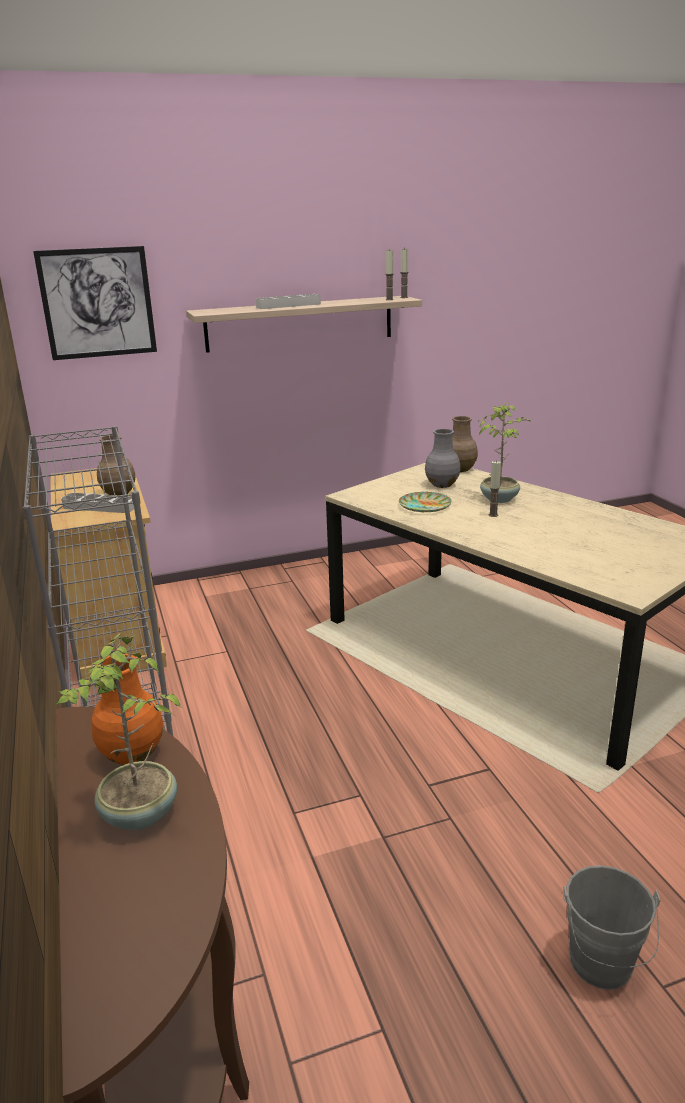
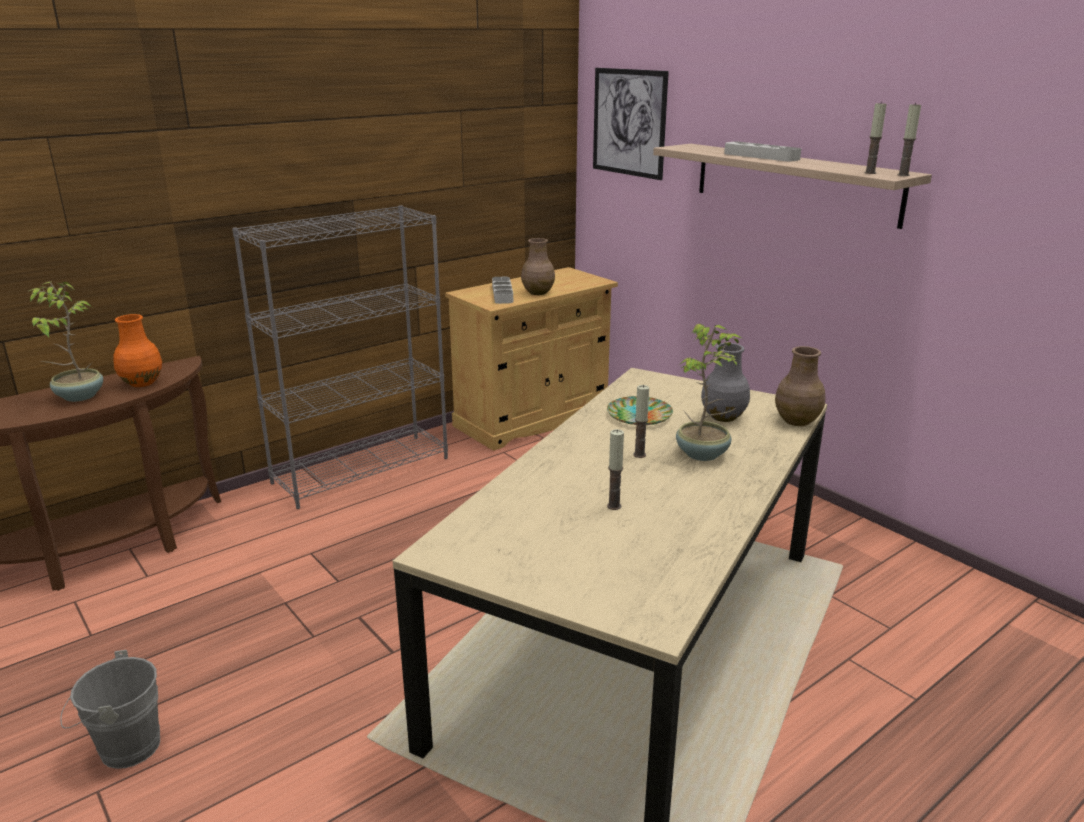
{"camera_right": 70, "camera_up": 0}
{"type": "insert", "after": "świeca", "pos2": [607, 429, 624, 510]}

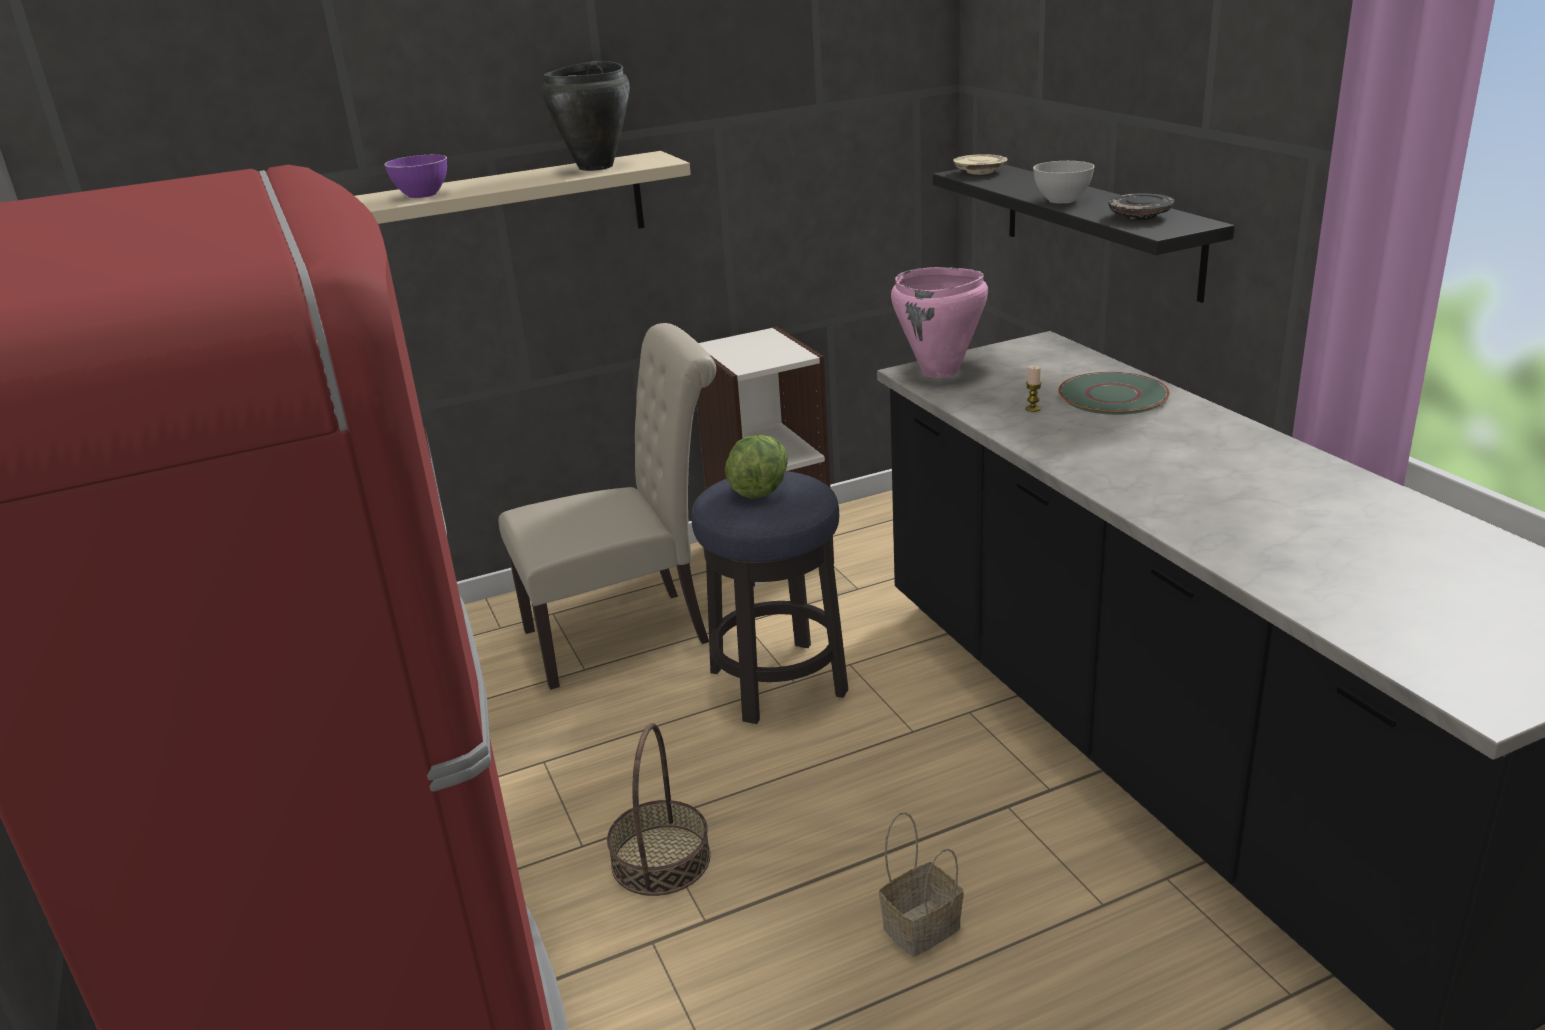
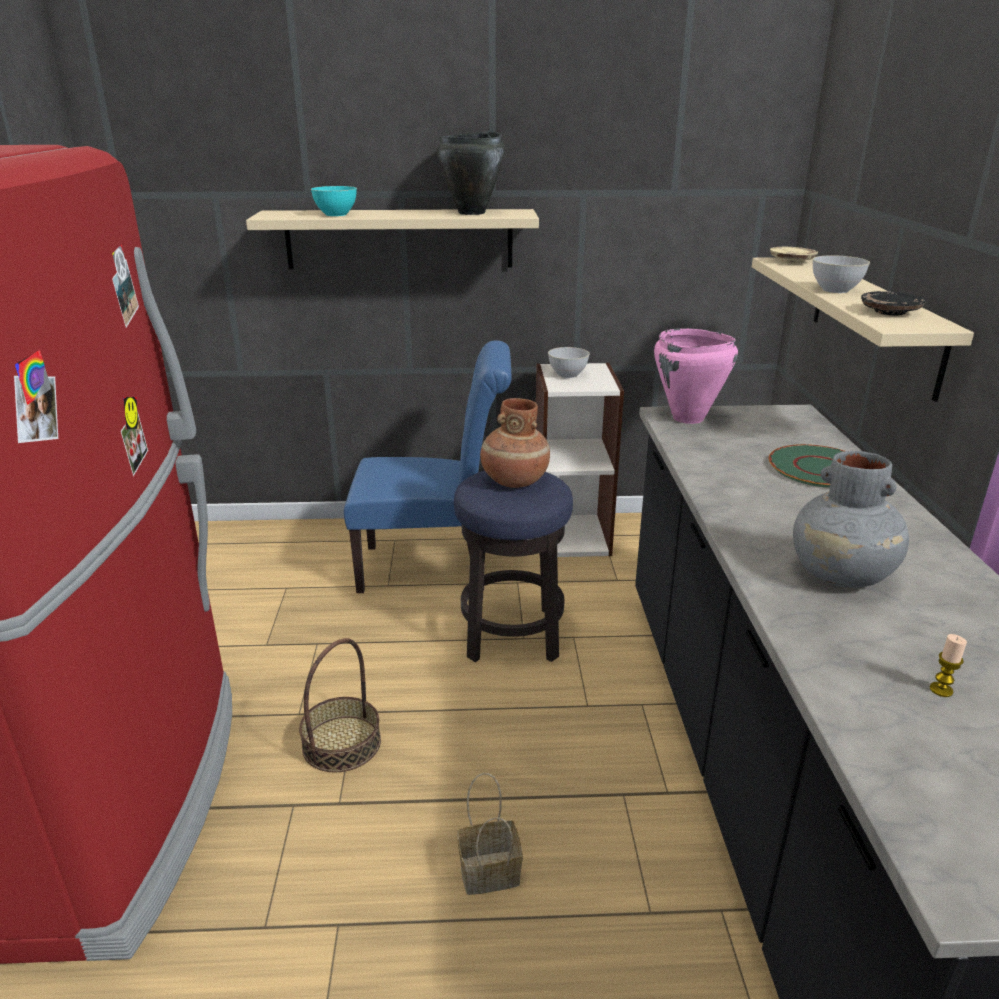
{"camera_right": 20, "camera_up": 0}
{"type": "recolor", "before": "miska/fioletowy", "after": "miska/turkusowy", "pos1": [384, 155, 447, 198], "pos2": [311, 186, 357, 216]}
{"type": "recolor", "before": "krzesło/beżowy", "after": "krzesło/niebieski", "pos1": [498, 323, 716, 690], "pos2": [344, 340, 512, 593]}
{"type": "replace", "before": "sałata", "after": "wazon/brązowy", "pos1": [725, 435, 788, 499], "pos2": [480, 398, 550, 488]}
{"type": "recolor", "before": "półka/czarny", "after": "półka/beżowy", "pos1": [933, 165, 1235, 303], "pos2": [752, 257, 974, 402]}
{"type": "move", "before": "świeca", "pos1": [1025, 366, 1042, 412], "pos2": [930, 634, 967, 697]}
{"type": "insert", "after": "miska/szary", "pos2": [548, 347, 590, 378]}
{"type": "insert", "after": "wazon/szary", "pos2": [793, 451, 909, 588]}

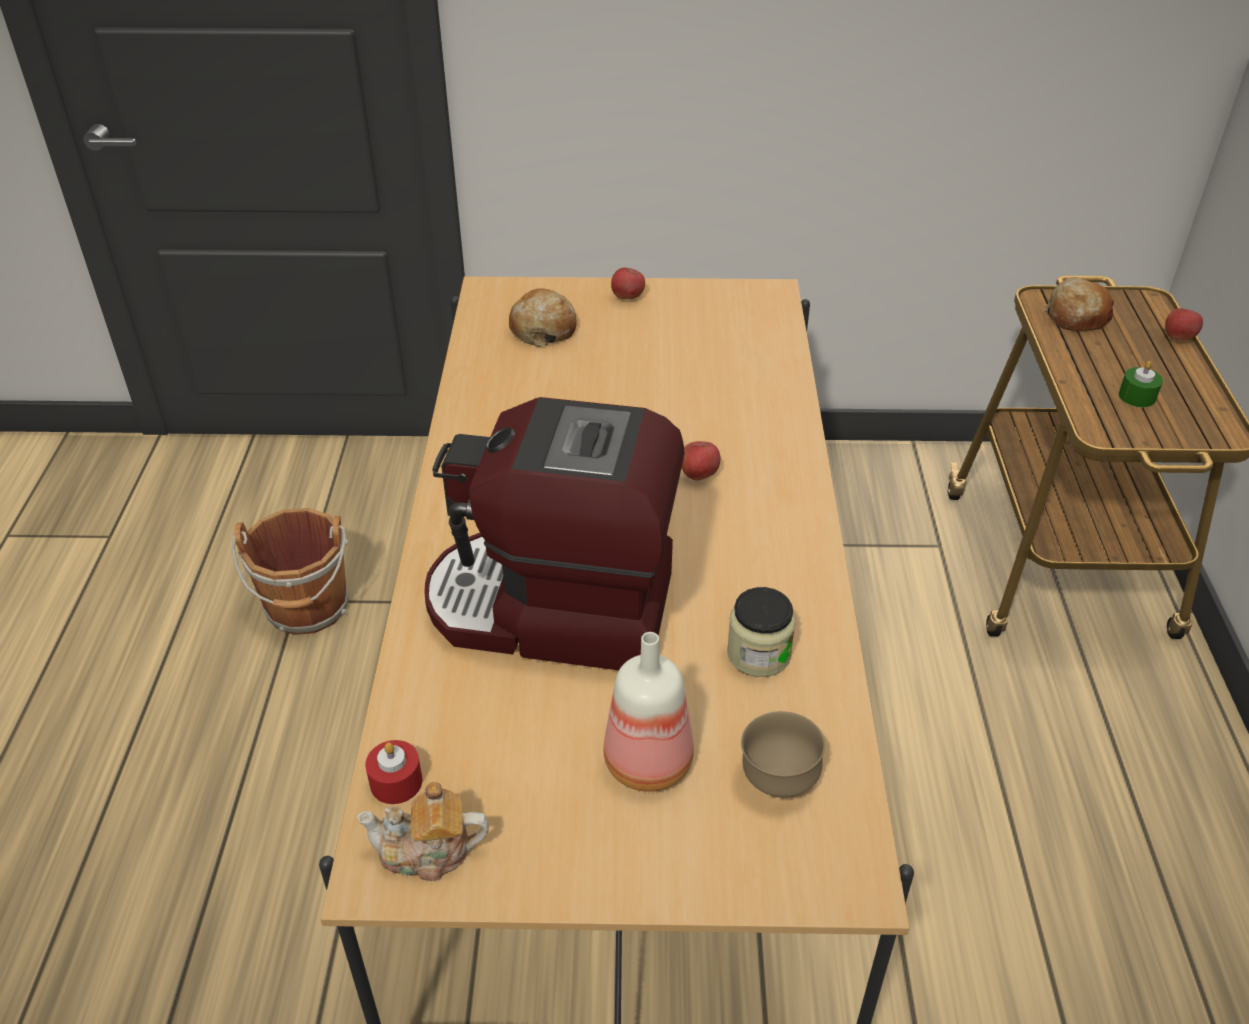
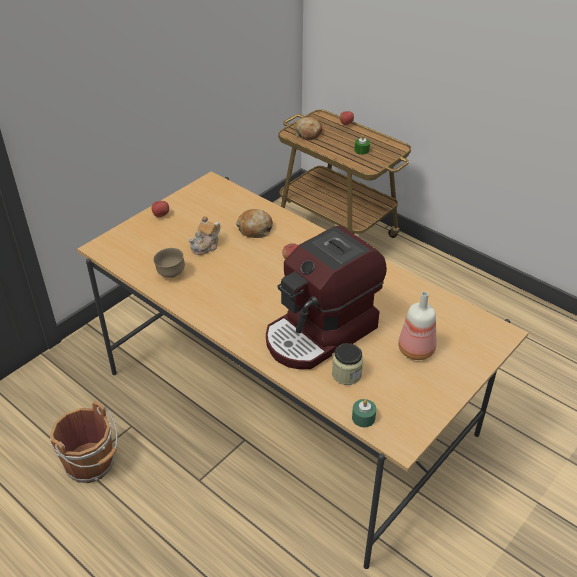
{"camera_right": -50, "camera_up": 0}
{"type": "move", "before": "imbryk", "pos1": [357, 782, 489, 881], "pos2": [188, 216, 221, 255]}
{"type": "recolor", "before": "świeca/czerwony", "after": "świeca/zielony", "pos1": [365, 740, 423, 804], "pos2": [352, 399, 377, 427]}
{"type": "move", "before": "chleb", "pos1": [509, 289, 576, 347], "pos2": [236, 209, 273, 238]}
{"type": "move", "before": "słoik", "pos1": [727, 587, 796, 677], "pos2": [332, 343, 363, 385]}
{"type": "move", "before": "miska/brązowy", "pos1": [741, 711, 825, 798], "pos2": [153, 248, 185, 278]}

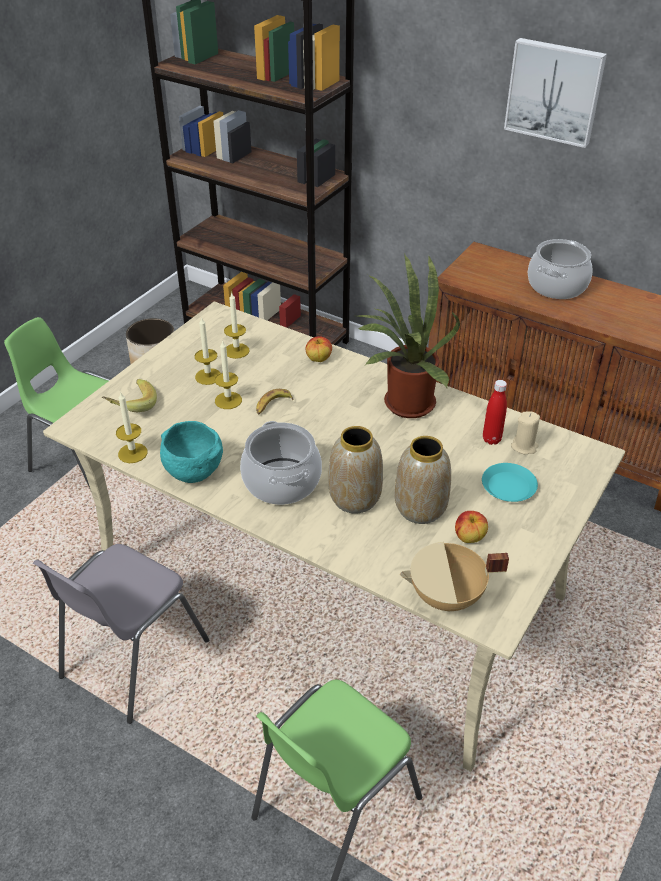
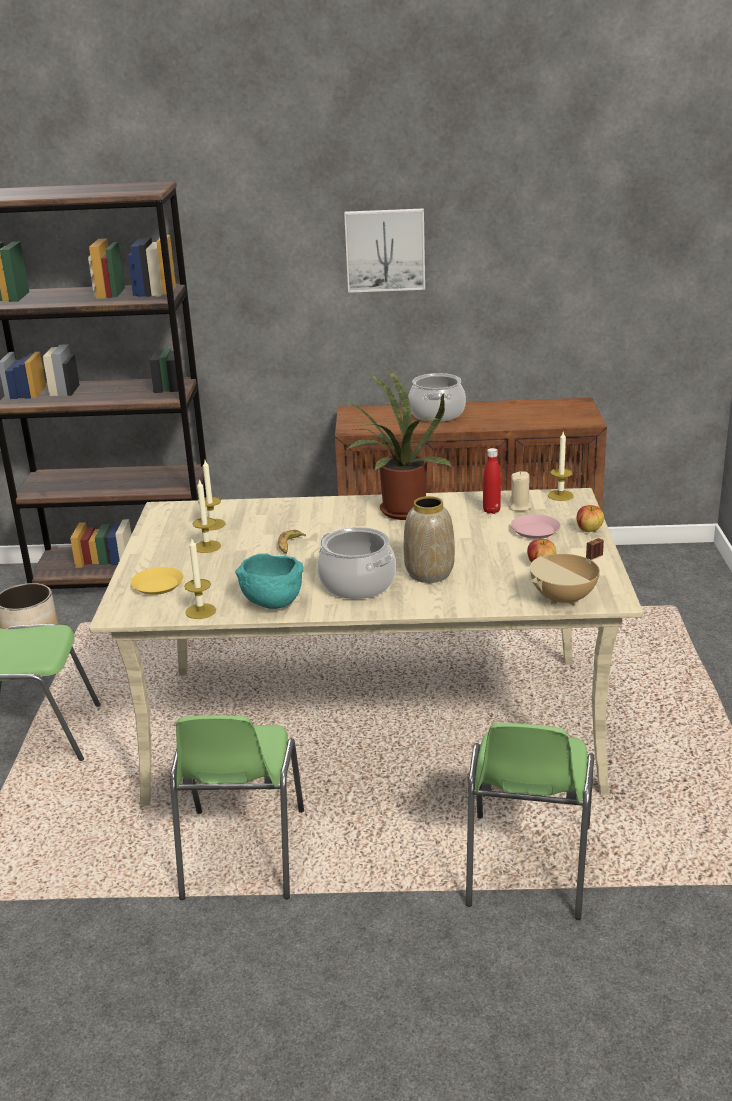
{"camera_right": -30, "camera_up": -15}
{"type": "recolor", "before": "krzesło/szary", "after": "krzesło/zielony", "pos1": [33, 544, 209, 724], "pos2": [170, 715, 304, 900]}
{"type": "replace", "before": "banan", "after": "talerz/żółty", "pos1": [102, 379, 157, 412], "pos2": [130, 567, 184, 595]}
{"type": "move", "before": "świeca", "pos1": [215, 340, 242, 409], "pos2": [548, 432, 574, 501]}
{"type": "move", "before": "jabłko", "pos1": [306, 336, 332, 362], "pos2": [577, 505, 604, 532]}
{"type": "delete", "before": "wazon", "pos1": [395, 436, 451, 524]}
{"type": "recolor", "before": "talerz/turkusowy", "after": "talerz/różowy", "pos1": [482, 463, 538, 502], "pos2": [511, 514, 561, 539]}

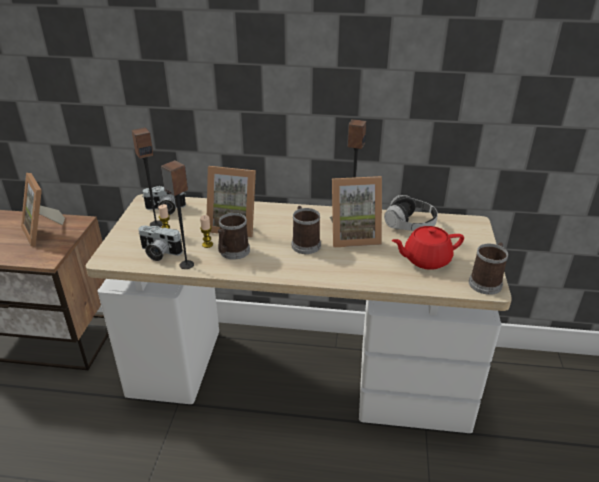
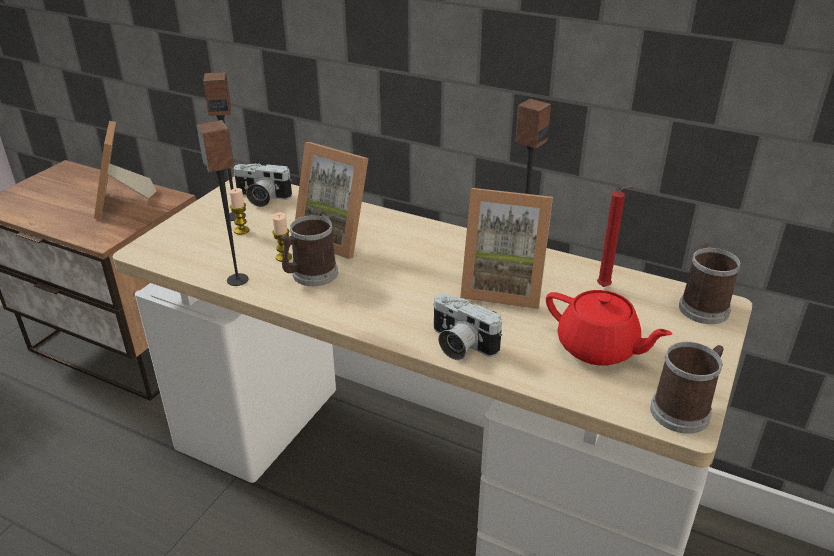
{"camera_right": 20, "camera_up": 0}
{"type": "move", "before": "aparat fotograficzny", "pos1": [139, 225, 183, 261], "pos2": [433, 293, 502, 360]}
{"type": "move", "before": "kubek", "pos1": [292, 206, 321, 254], "pos2": [679, 243, 741, 324]}
{"type": "replace", "before": "słuchawki", "after": "świeca/czerwony", "pos1": [384, 195, 438, 231], "pos2": [597, 186, 633, 287]}
{"type": "rotate", "before": "imbryk/czerwony", "pos1": [392, 226, 464, 270], "pos2": [546, 290, 672, 366], "turn": -150}

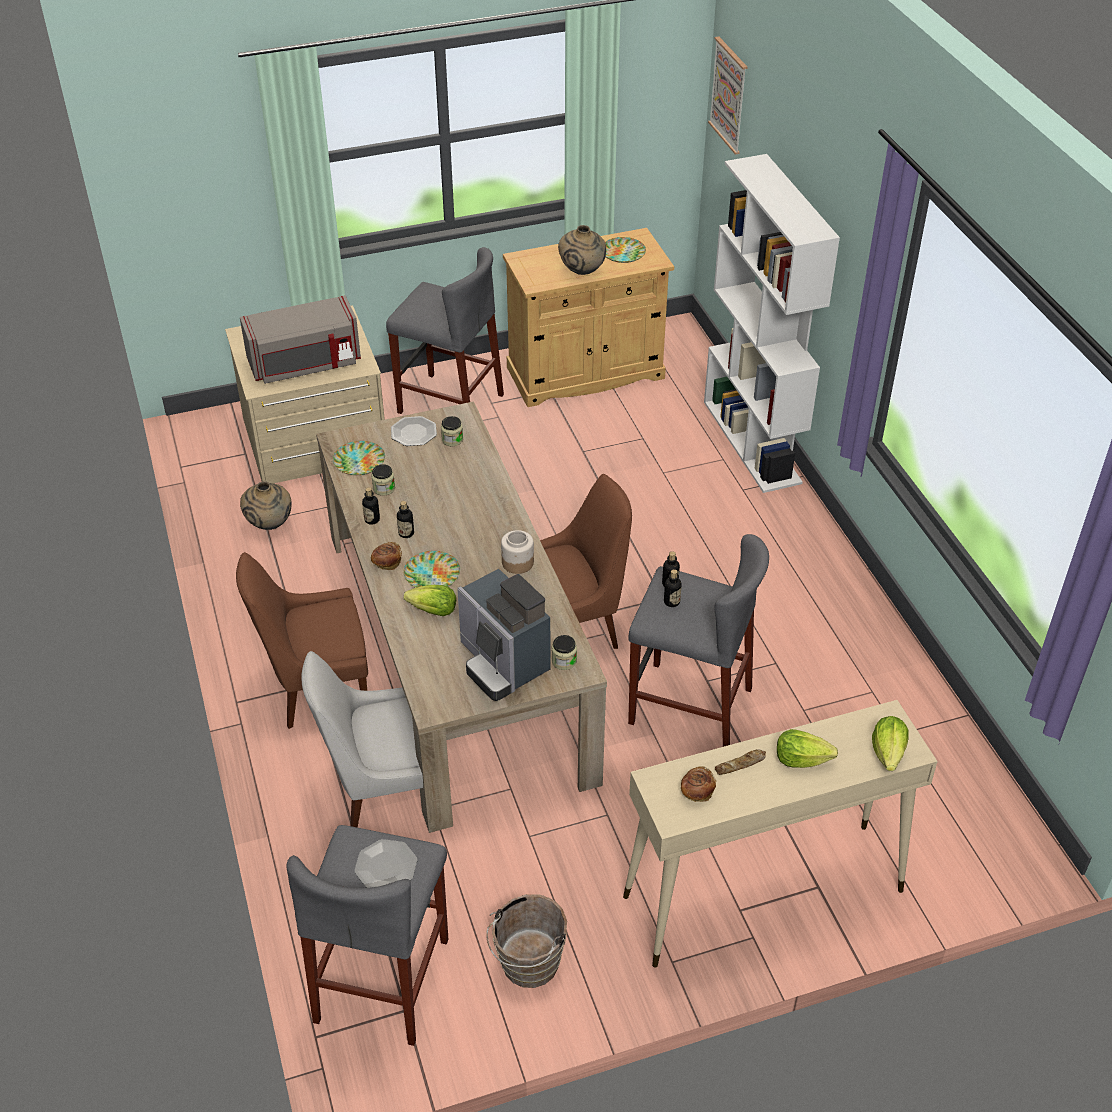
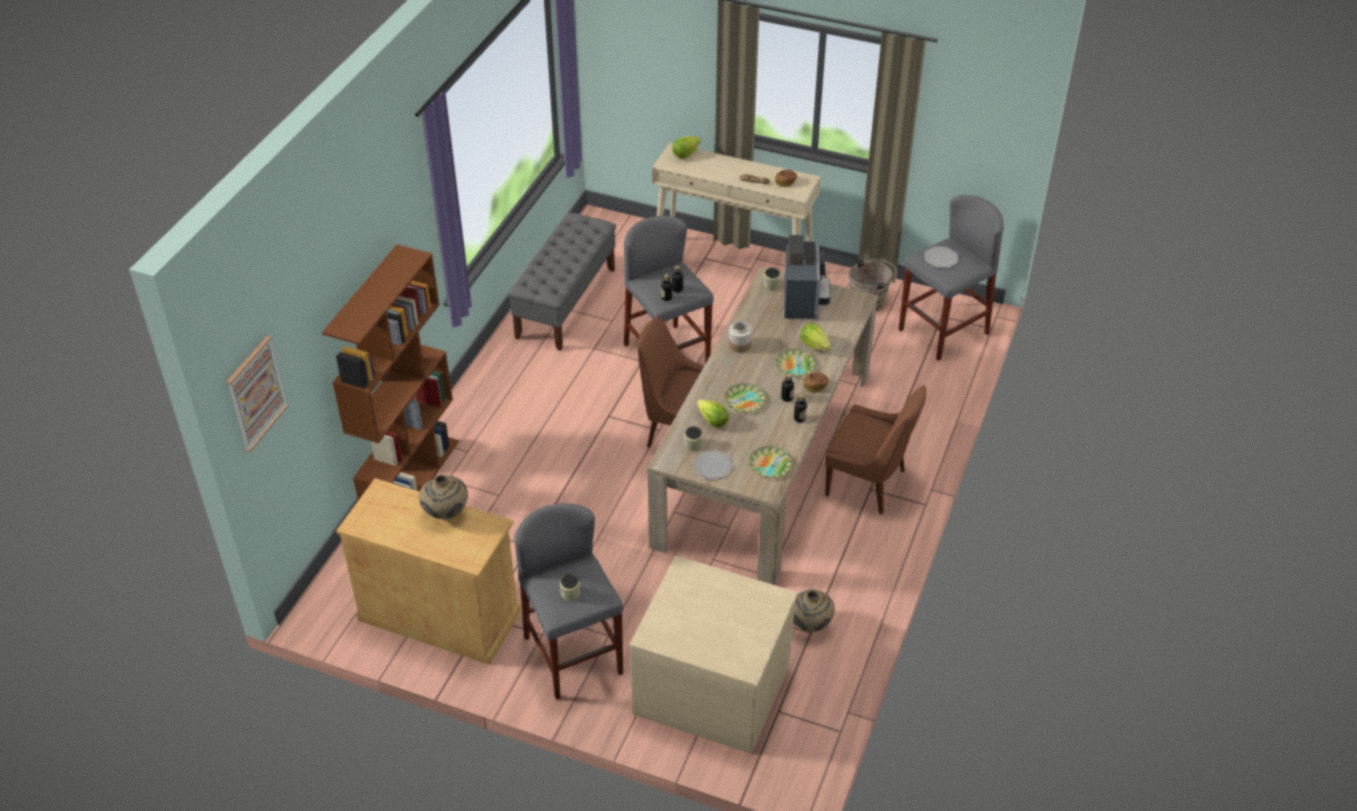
{"camera_right": -140, "camera_up": 0}
{"type": "delete", "before": "mikrofalówka/szary", "pos1": [240, 295, 361, 384]}
{"type": "delete", "before": "krzesło/biały", "pos1": [301, 651, 423, 828]}
{"type": "move", "before": "słoik", "pos1": [371, 464, 395, 496], "pos2": [560, 573, 580, 601]}
{"type": "move", "before": "talerz", "pos1": [605, 237, 646, 263], "pos2": [724, 383, 766, 413]}
{"type": "recolor", "before": "regał/biały", "after": "regał/brązowy", "pos1": [704, 154, 840, 493], "pos2": [322, 244, 459, 500]}
{"type": "move", "before": "sałata", "pos1": [777, 729, 838, 768], "pos2": [697, 399, 729, 428]}
{"type": "insert", "after": "ławka/szary", "pos2": [508, 213, 616, 351]}

